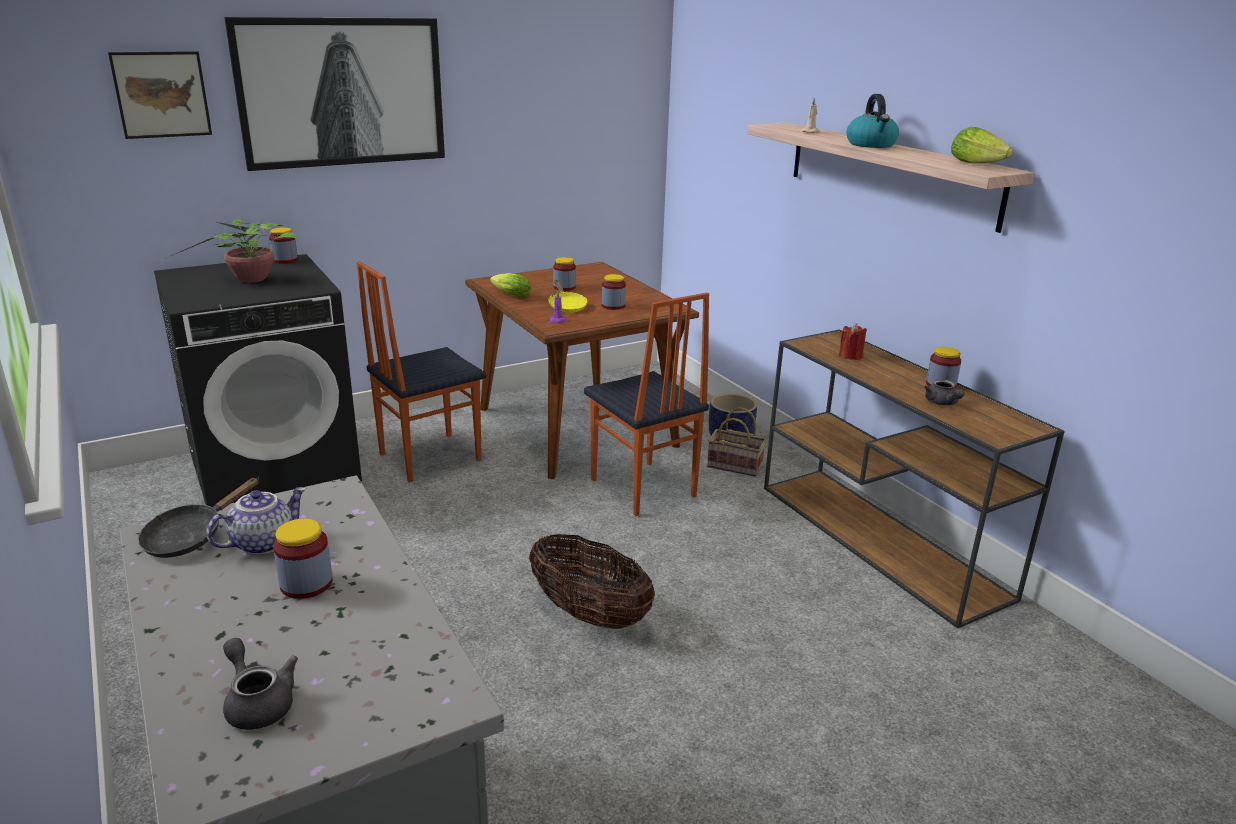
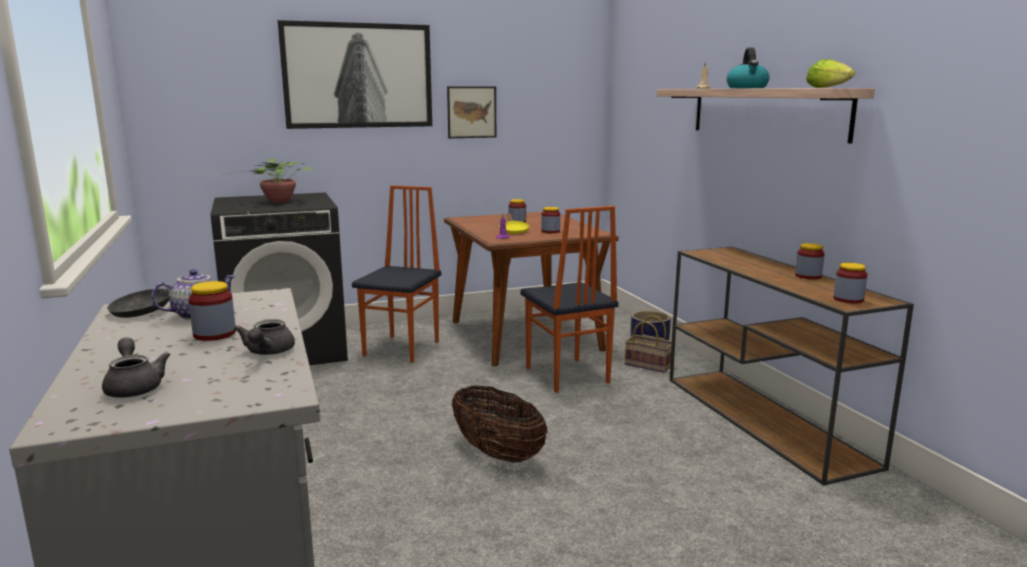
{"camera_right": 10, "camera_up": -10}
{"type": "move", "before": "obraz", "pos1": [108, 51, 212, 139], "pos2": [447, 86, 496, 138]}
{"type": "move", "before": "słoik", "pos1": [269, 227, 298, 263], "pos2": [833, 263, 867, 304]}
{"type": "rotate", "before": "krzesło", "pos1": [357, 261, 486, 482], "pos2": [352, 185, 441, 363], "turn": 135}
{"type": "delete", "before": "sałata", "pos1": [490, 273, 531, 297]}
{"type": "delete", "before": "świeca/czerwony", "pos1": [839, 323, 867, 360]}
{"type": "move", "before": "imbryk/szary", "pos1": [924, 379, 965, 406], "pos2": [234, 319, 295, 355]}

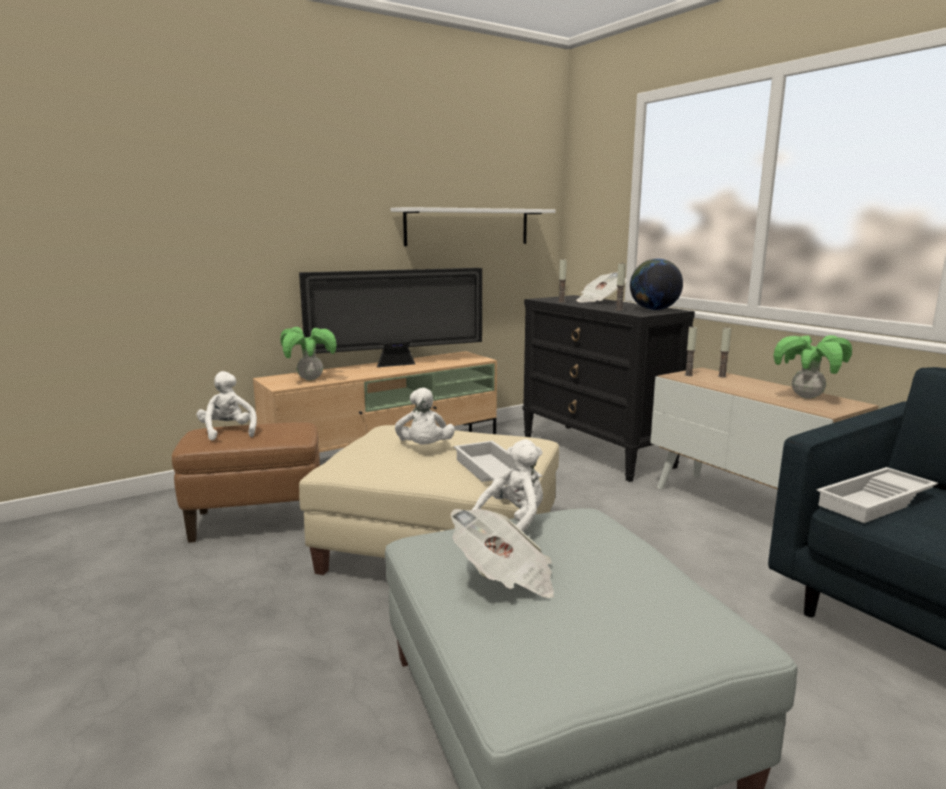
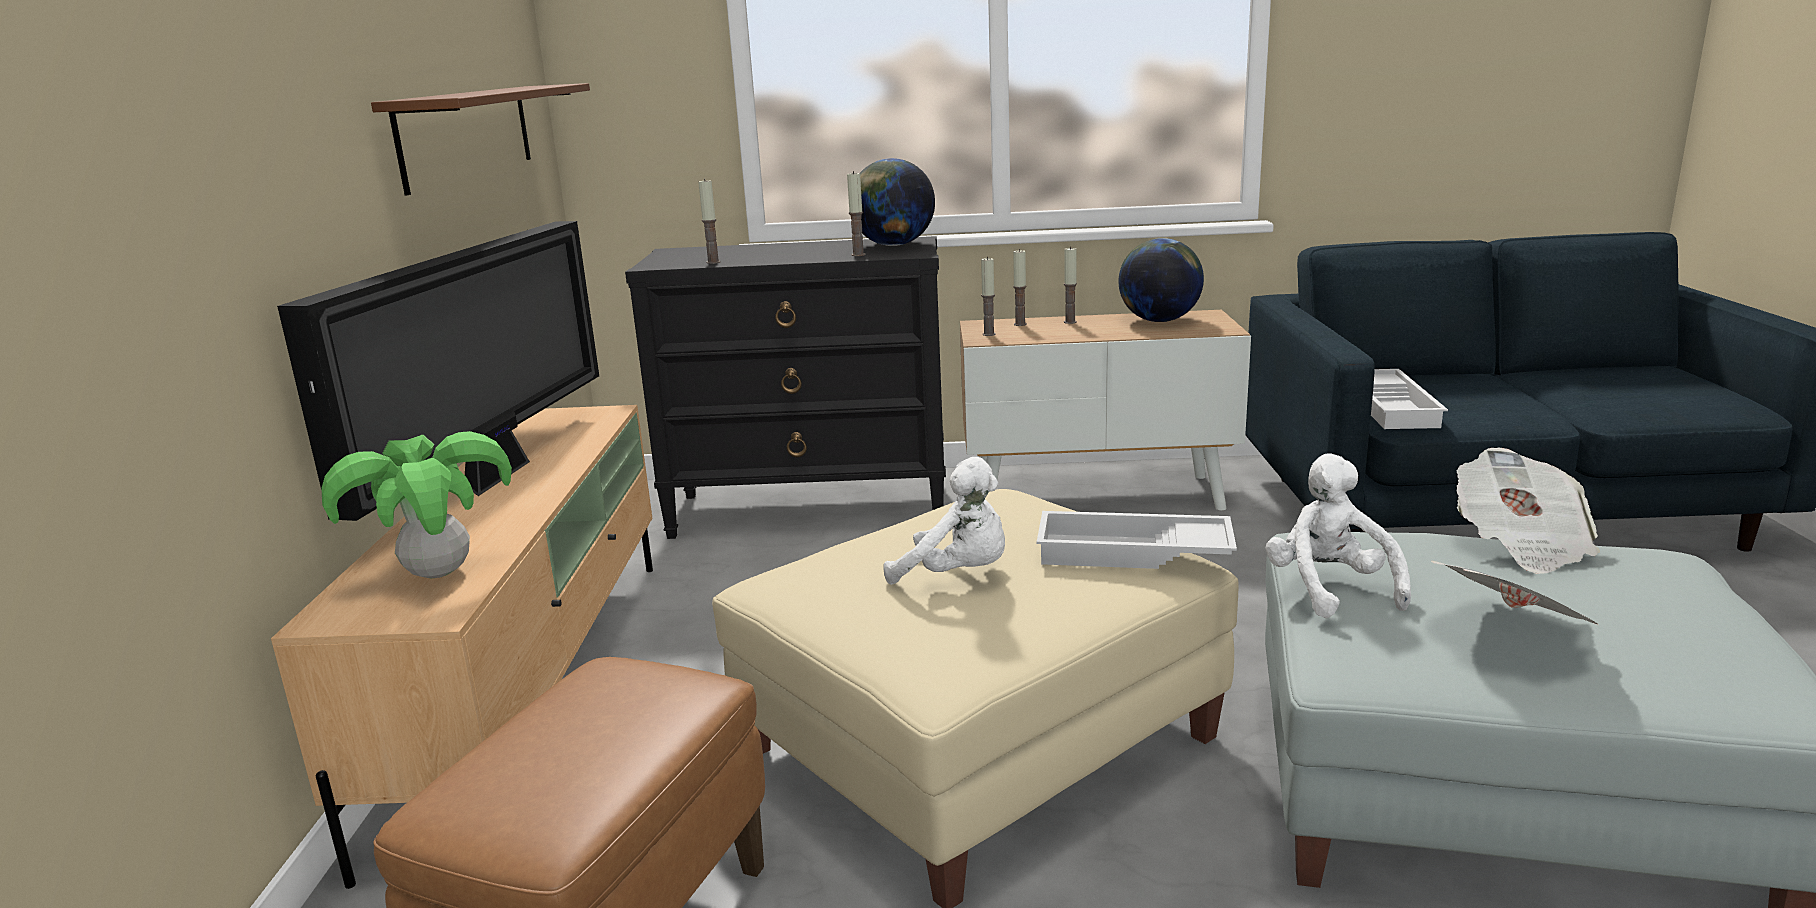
{"camera_right": -55, "camera_up": 5}
{"type": "delete", "before": "pluszak/biały", "pos1": [197, 371, 257, 441]}
{"type": "recolor", "before": "półka/biały", "after": "półka/brązowy", "pos1": [391, 207, 556, 246], "pos2": [371, 83, 590, 196]}
{"type": "move", "before": "gazeta", "pos1": [576, 272, 627, 302], "pos2": [1457, 448, 1600, 574]}
{"type": "replace", "before": "roślina doniczkowa", "after": "globus", "pos1": [773, 335, 852, 399], "pos2": [1119, 238, 1204, 322]}
{"type": "insert", "after": "świeca", "pos2": [1064, 246, 1077, 324]}

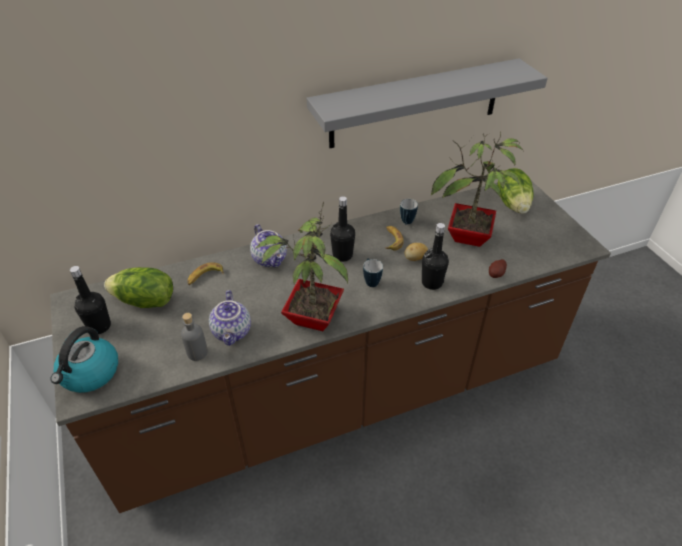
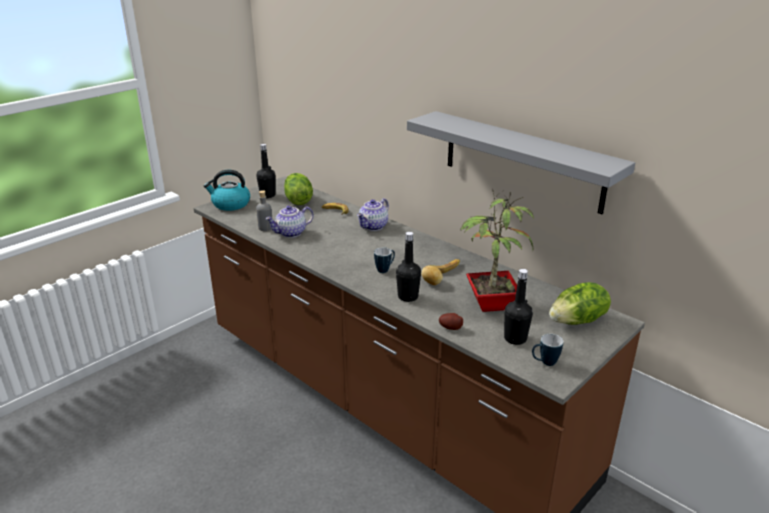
{"camera_right": 65, "camera_up": -15}
{"type": "delete", "before": "roślina doniczkowa", "pos1": [256, 202, 348, 331]}
{"type": "move", "before": "butelka/czarny", "pos1": [330, 196, 355, 262], "pos2": [504, 269, 533, 345]}
{"type": "move", "before": "kubek", "pos1": [400, 199, 418, 225], "pos2": [532, 334, 563, 366]}

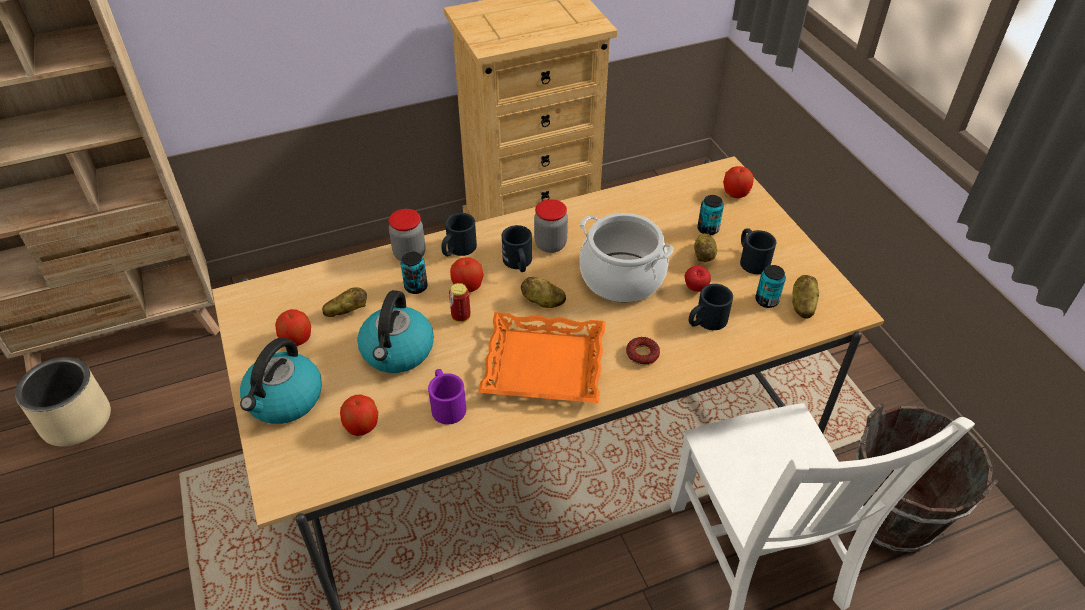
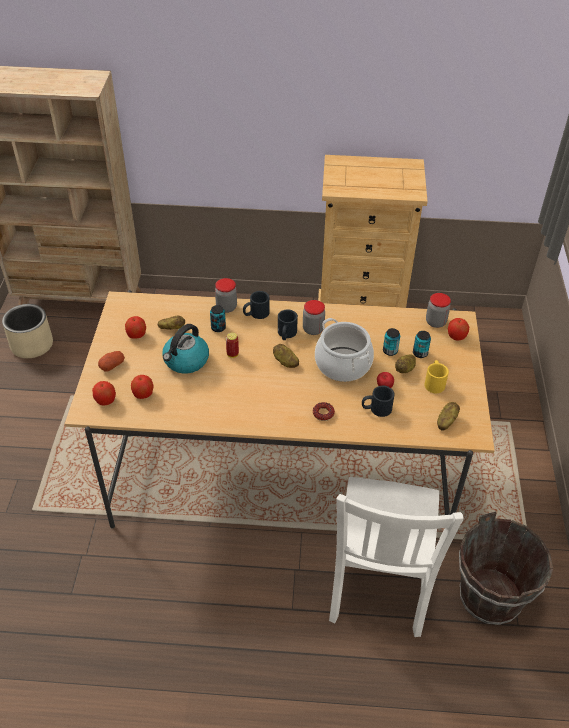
{"camera_right": 25, "camera_up": 0}
{"type": "replace", "before": "czajnik", "after": "ziemniak", "pos1": [240, 338, 322, 424], "pos2": [98, 351, 125, 371]}
{"type": "delete", "before": "kubek/fioletowy", "pos1": [428, 369, 466, 425]}
{"type": "move", "before": "jabłko", "pos1": [450, 257, 483, 292], "pos2": [92, 381, 116, 406]}
{"type": "delete", "before": "taca/pomarańczowy", "pos1": [478, 312, 606, 403]}
{"type": "recolor", "before": "kubek/czarny", "after": "kubek/żółty", "pos1": [740, 228, 776, 274], "pos2": [424, 360, 449, 393]}
{"type": "move", "before": "puszka", "pos1": [755, 265, 786, 308], "pos2": [383, 328, 400, 356]}
{"type": "insert", "after": "słoik", "pos2": [426, 293, 451, 328]}

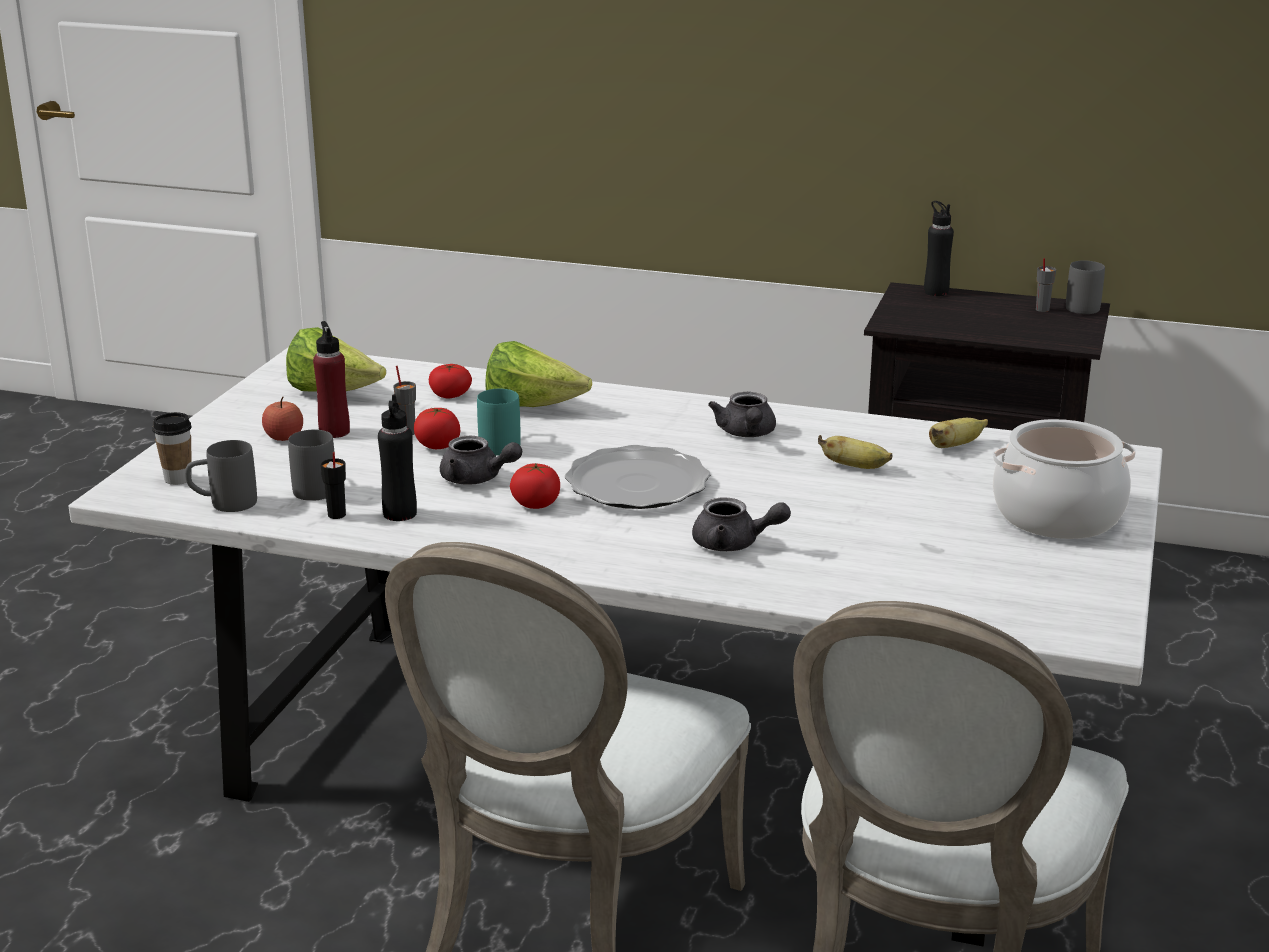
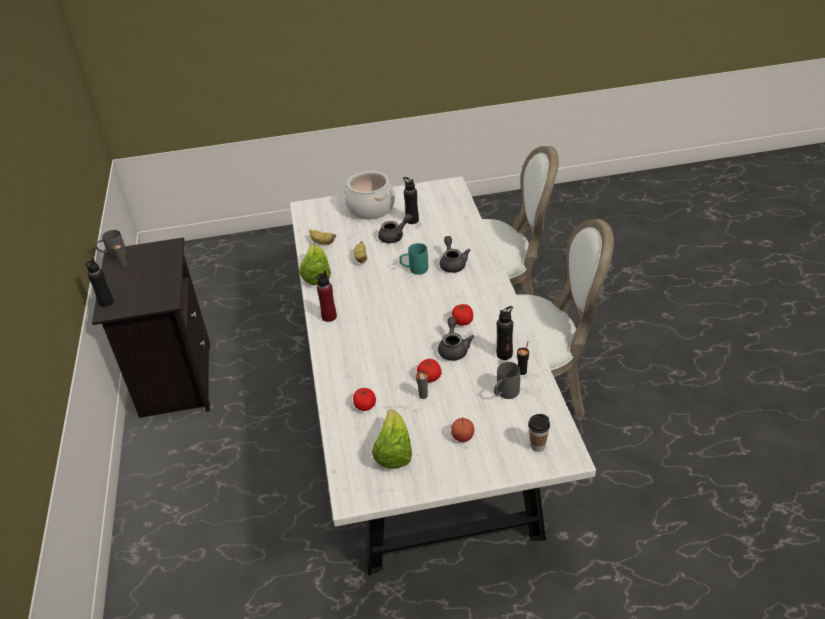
{"camera_right": -115, "camera_up": 15}
{"type": "delete", "before": "kubek/szary", "pos1": [185, 440, 257, 512]}
{"type": "move", "before": "butelka/czerwony", "pos1": [313, 321, 350, 438], "pos2": [316, 271, 337, 322]}
{"type": "move", "before": "kubek/turkusowy", "pos1": [477, 389, 521, 455], "pos2": [399, 243, 428, 275]}
{"type": "move", "before": "sałata", "pos1": [486, 341, 592, 407], "pos2": [299, 244, 331, 285]}
{"type": "delete", "before": "talerz", "pos1": [565, 445, 711, 509]}
{"type": "move", "before": "imbryk/szary", "pos1": [708, 392, 776, 437], "pos2": [378, 214, 413, 243]}
{"type": "insert", "after": "butelka/czarny", "pos2": [403, 177, 419, 224]}

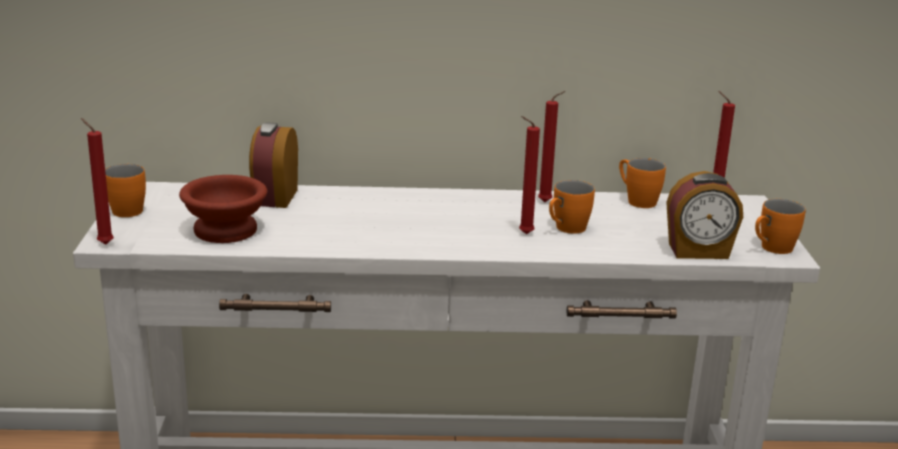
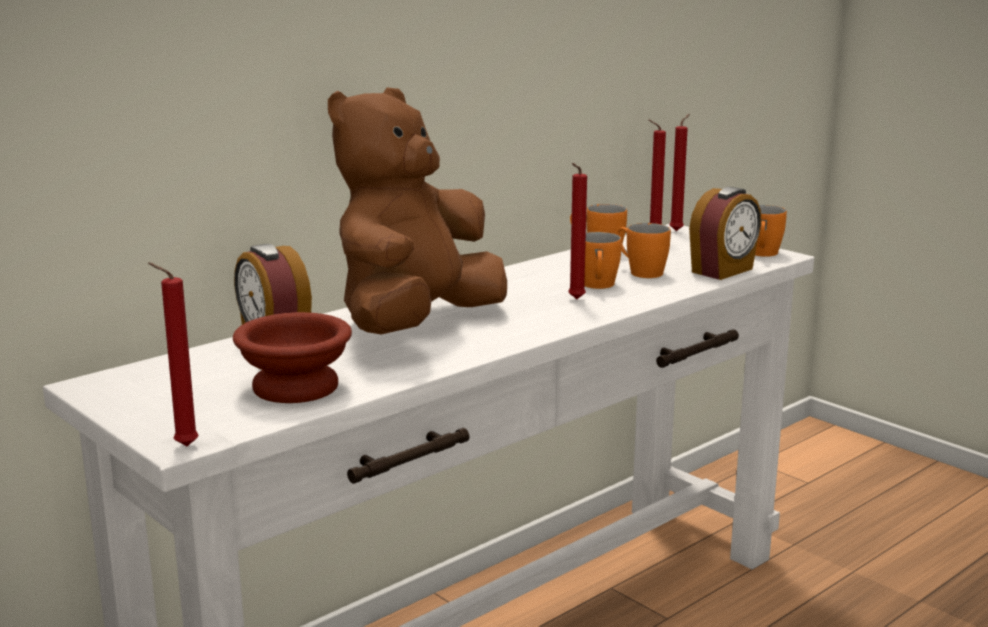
{"camera_right": -40, "camera_up": -5}
{"type": "move", "before": "kubek/pomarańczowy", "pos1": [105, 164, 146, 217], "pos2": [616, 223, 671, 278]}
{"type": "move", "before": "świeca/czerwony", "pos1": [538, 91, 566, 202], "pos2": [669, 114, 690, 231]}
{"type": "insert", "after": "pluszak/brązowy", "pos2": [328, 87, 507, 334]}

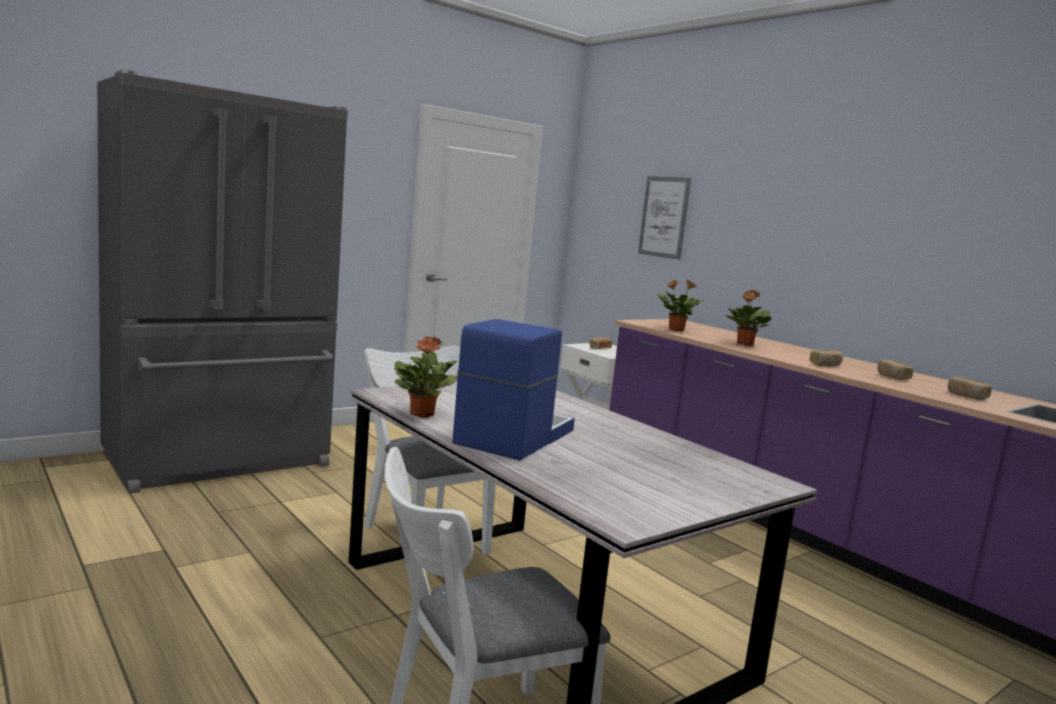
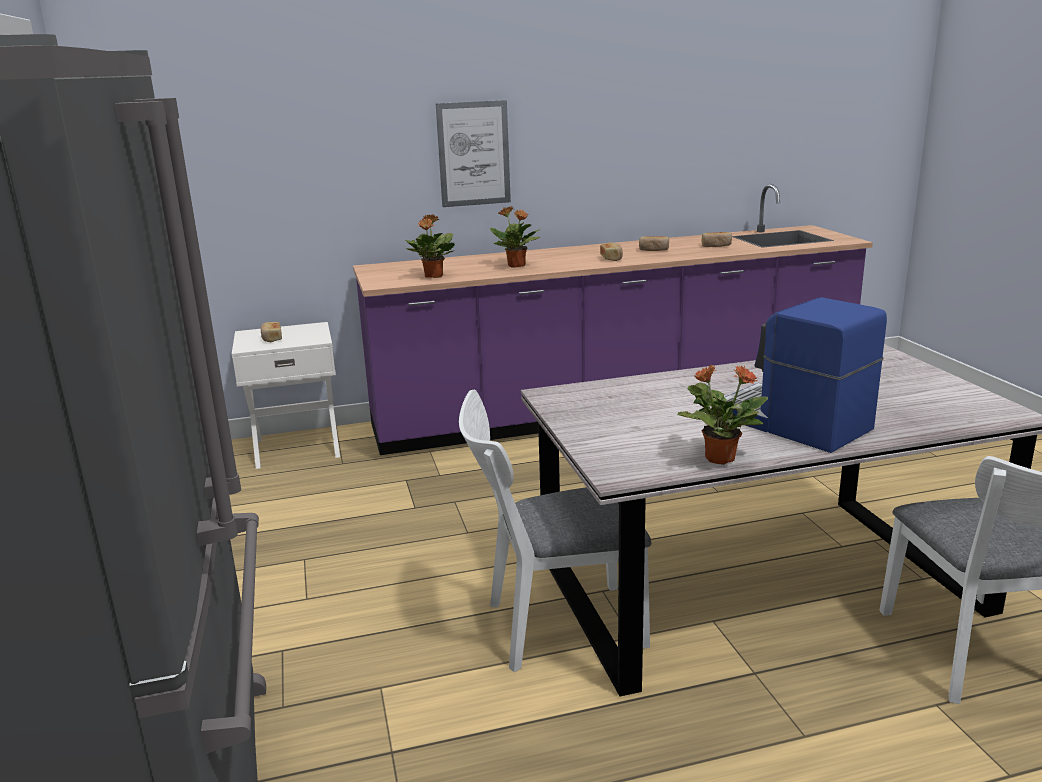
{"camera_right": -65, "camera_up": 10}
{"type": "move", "before": "obraz", "pos1": [638, 176, 691, 260], "pos2": [436, 100, 511, 207]}

